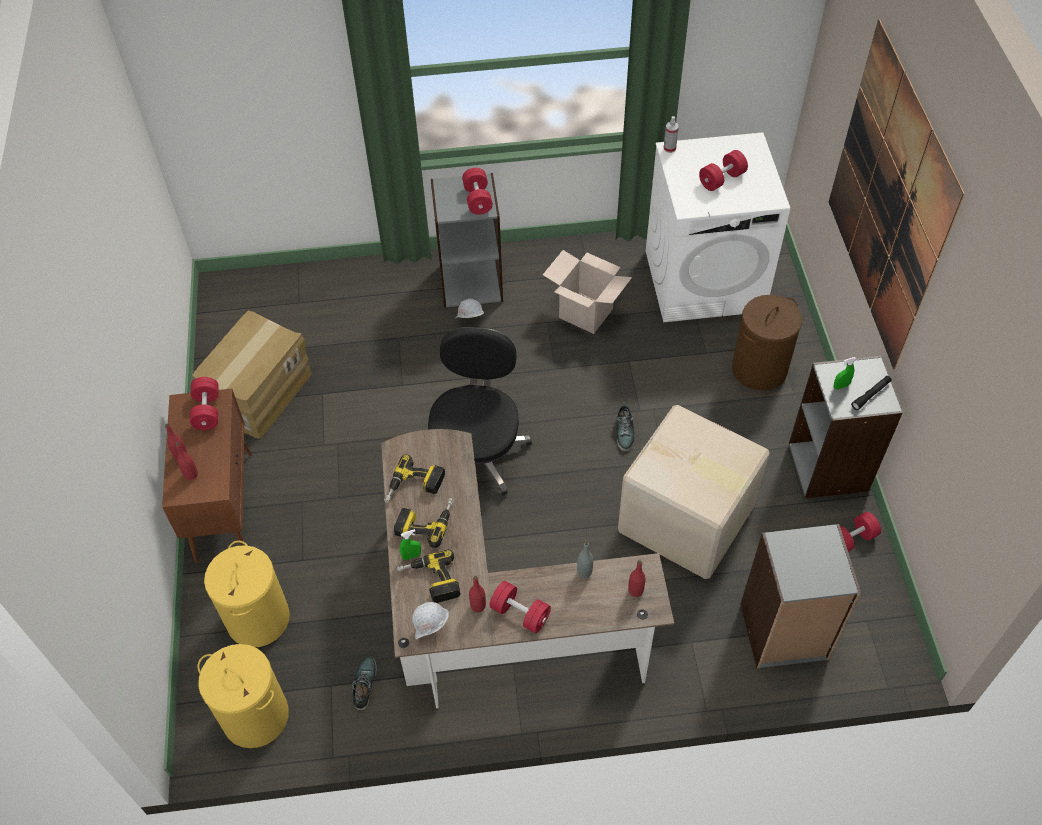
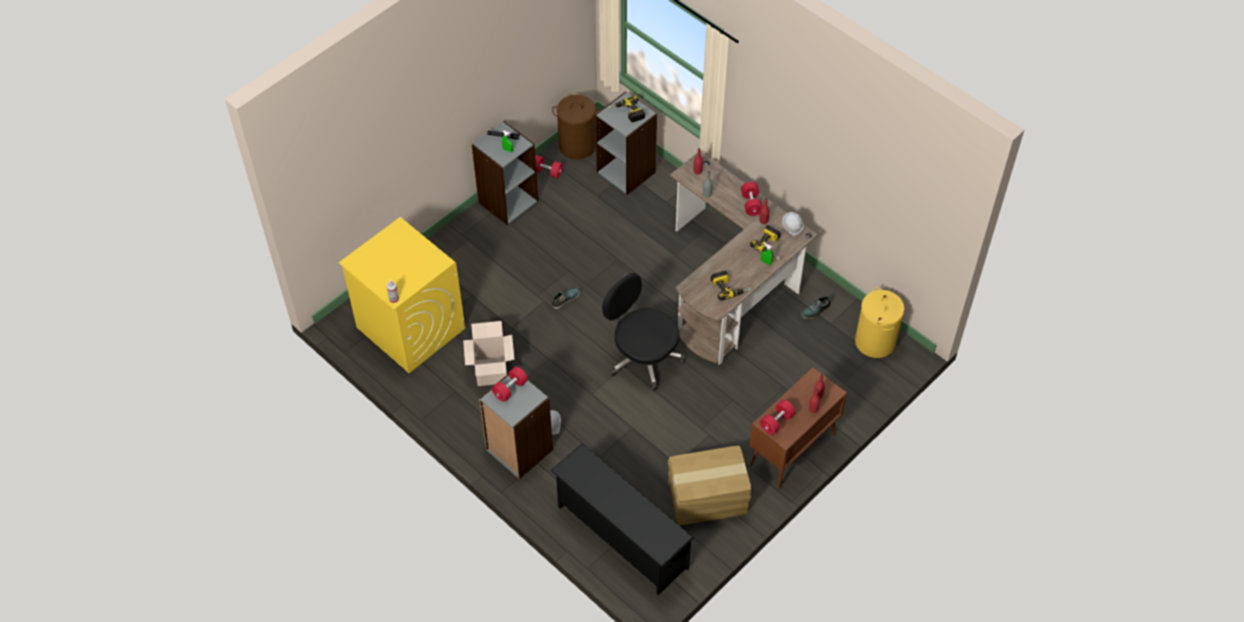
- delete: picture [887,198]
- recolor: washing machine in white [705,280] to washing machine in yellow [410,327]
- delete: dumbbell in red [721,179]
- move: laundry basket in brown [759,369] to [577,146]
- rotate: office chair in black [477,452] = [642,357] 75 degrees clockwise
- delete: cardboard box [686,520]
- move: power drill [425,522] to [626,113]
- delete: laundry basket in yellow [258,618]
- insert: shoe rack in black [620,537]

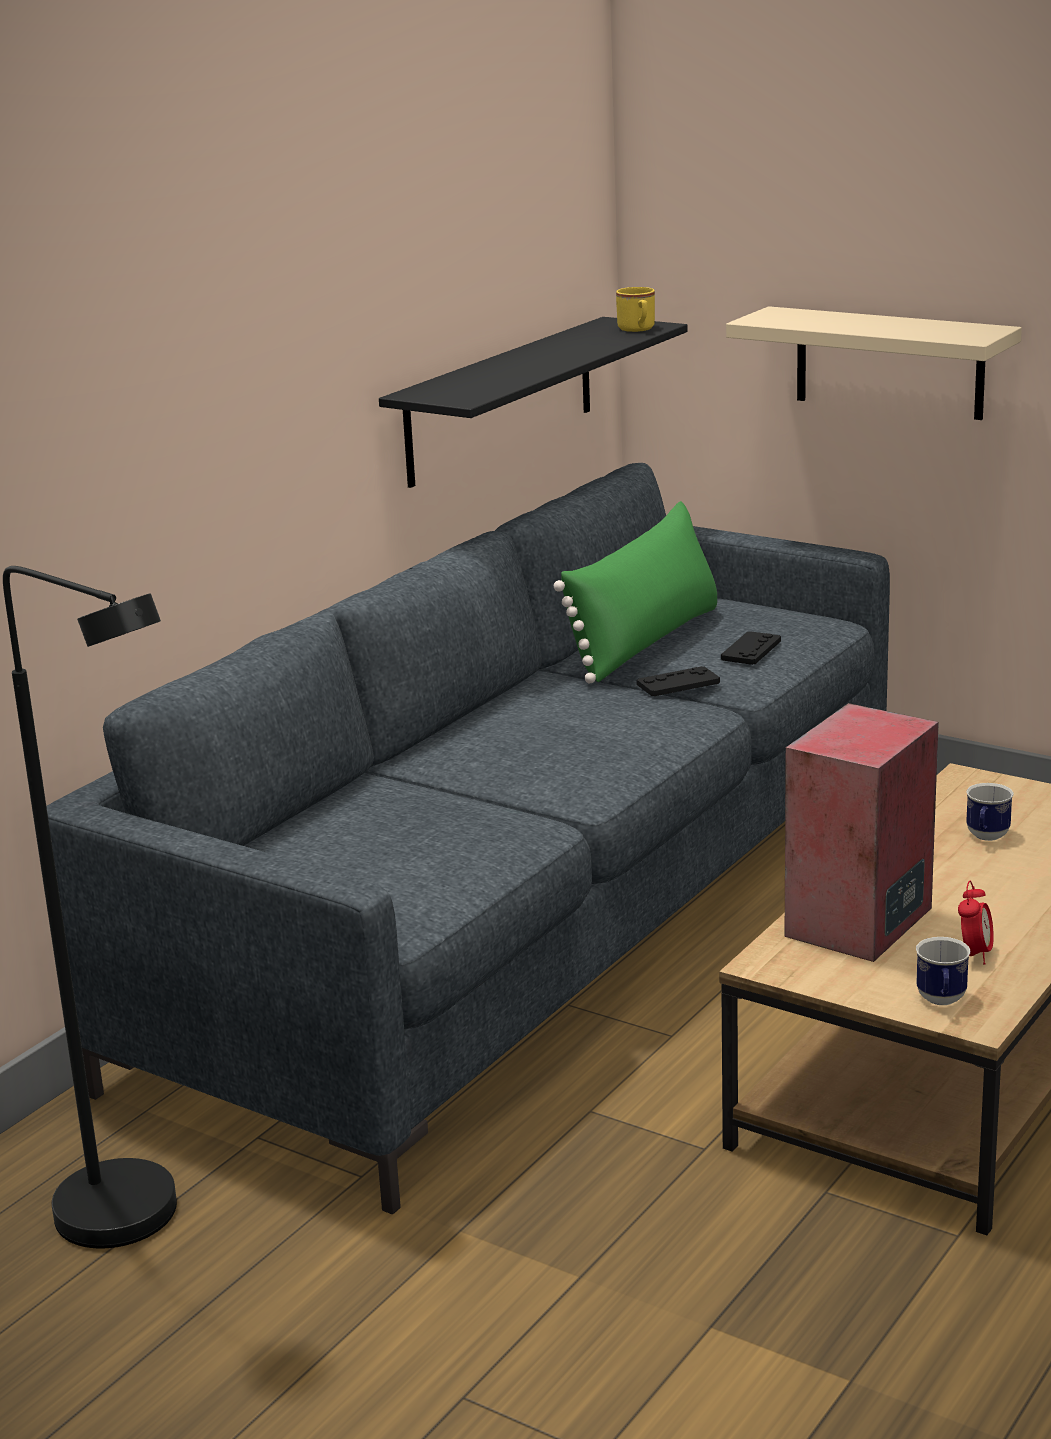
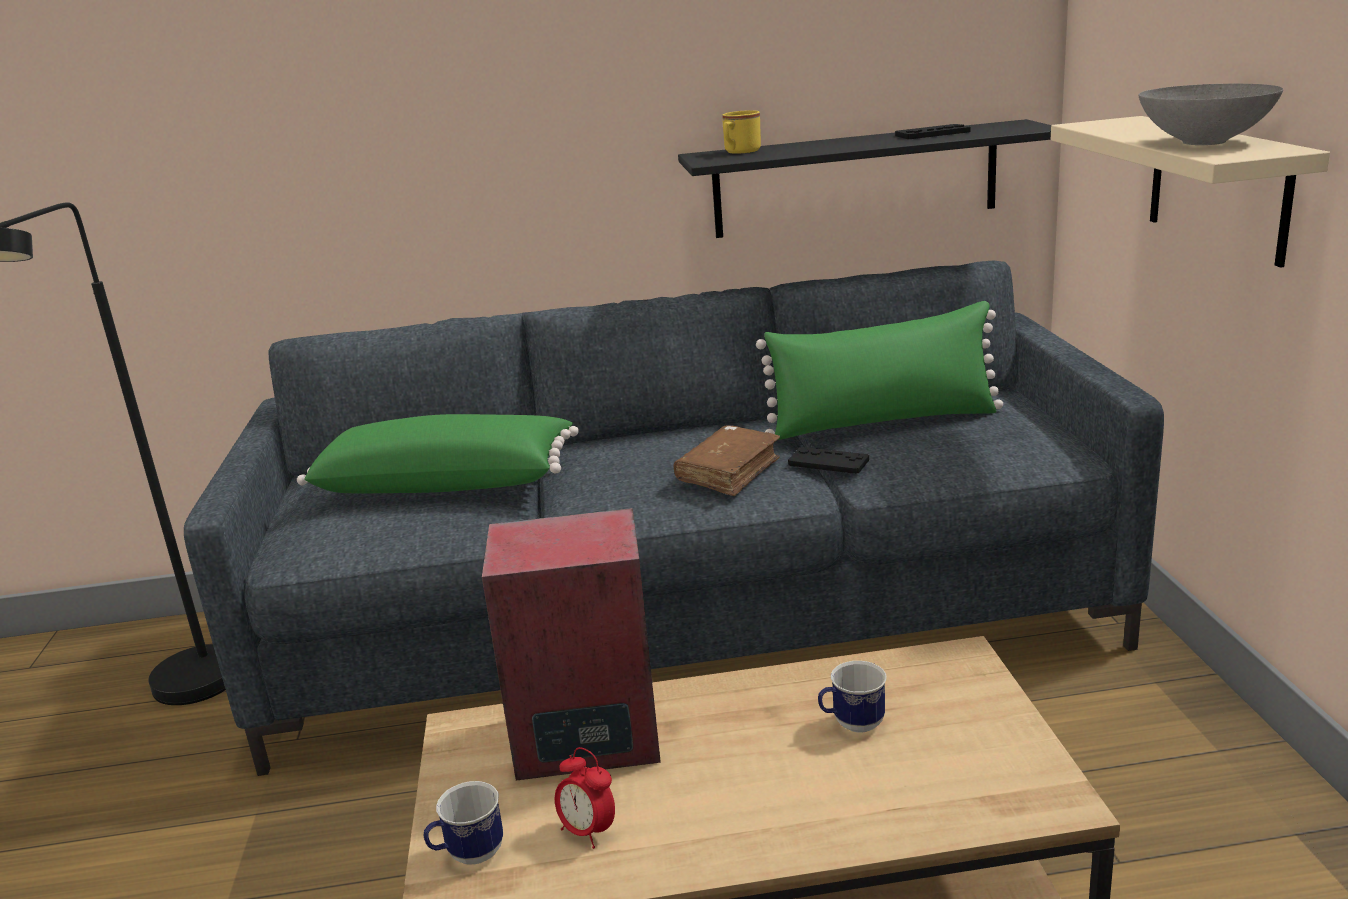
- move: mug in yellow [637,329] to [739,152]
- move: game controller in black [751,650] to [932,134]
- rotate: alarm clock [974,955] = [588,831] 60 degrees clockwise
- insert: bowl in grey [1206,142]
- insert: pillow in green [447,482]
- insert: book in brown [729,472]

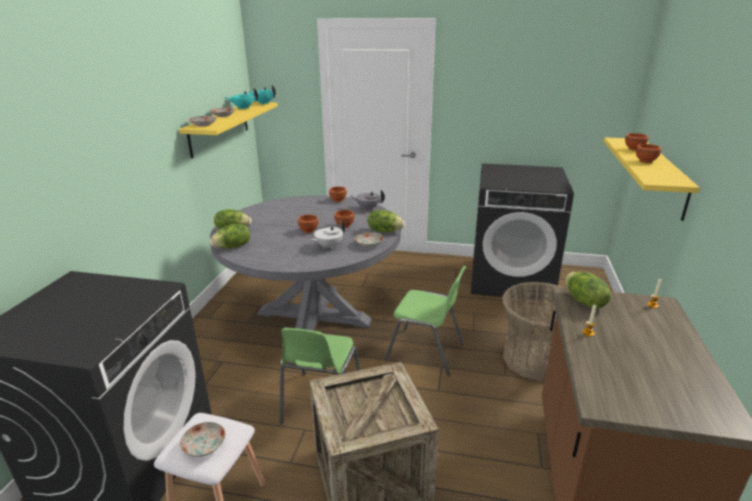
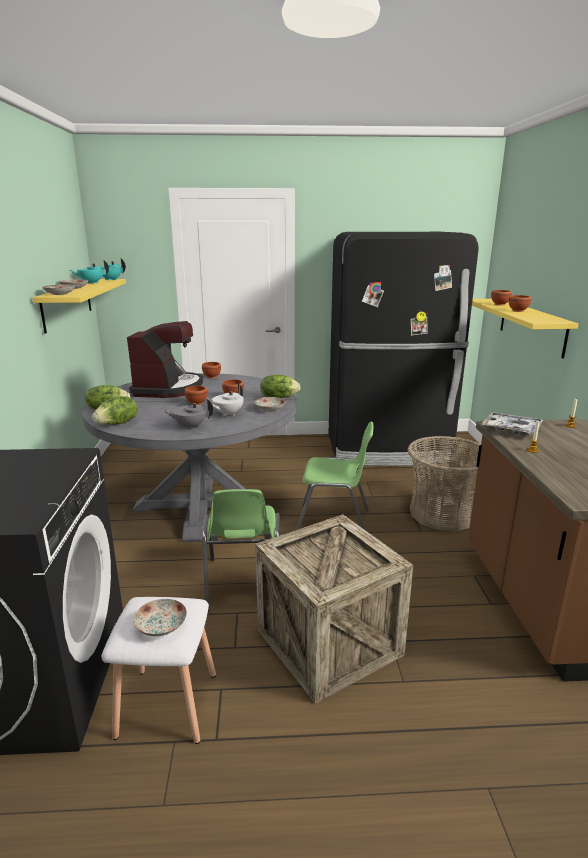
- replace: washing machine in black [511,279] to fridge in black [389,449]
- move: teapot in grey [368,208] to [190,426]
- replace: lettuce [583,302] to tray [511,429]
- insert: coffee machine [168,388]

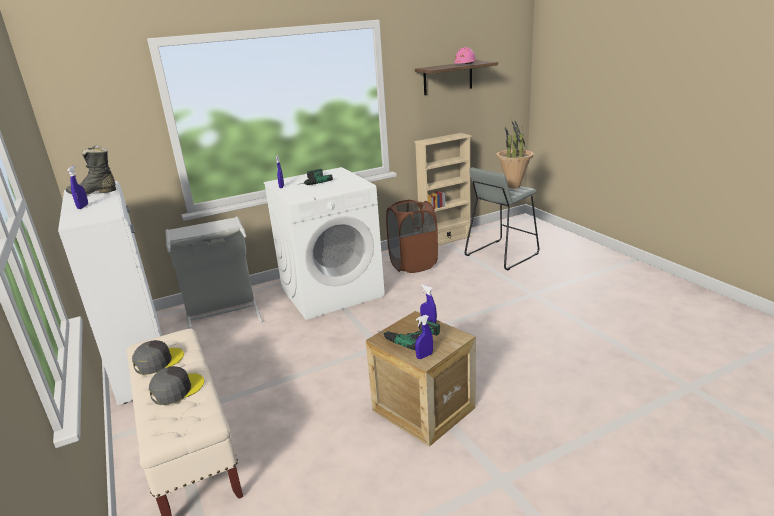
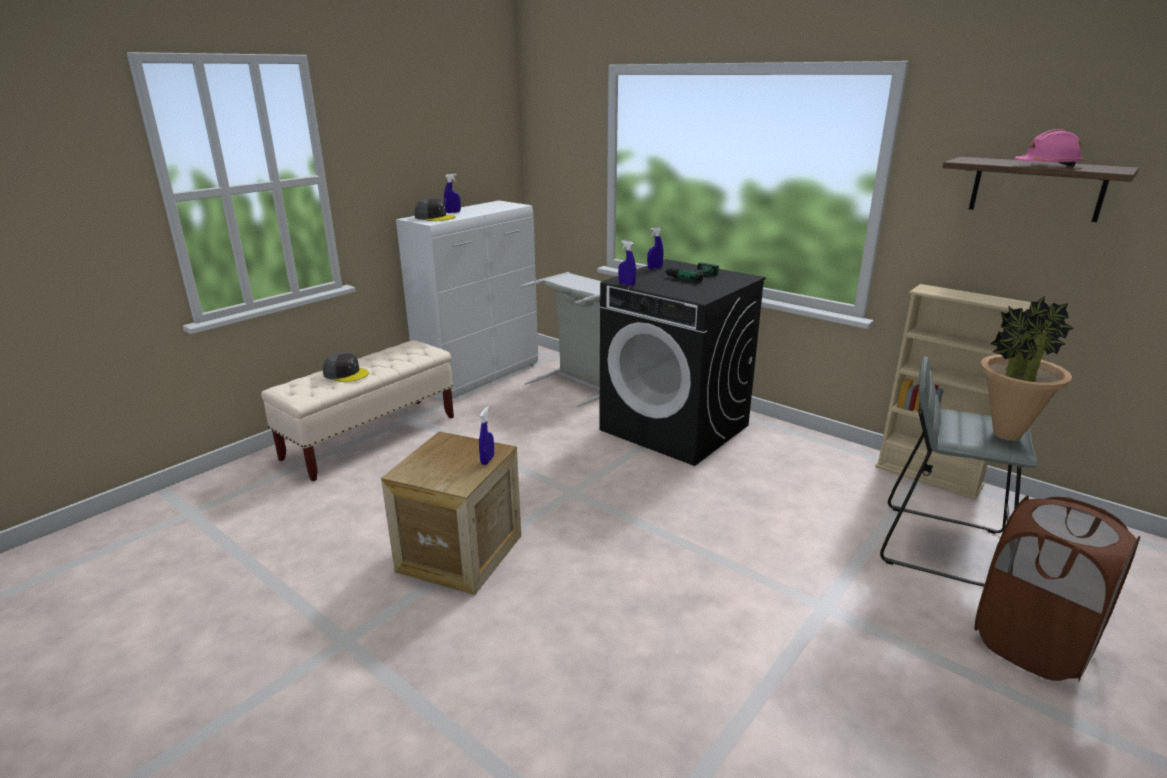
- delete: boot in black [93,192]
- recolor: washing machine in white [332,291] to washing machine in black [675,428]
- move: laundry basket in brown [413,264] to [1033,644]
- move: spray bottle in blue [424,356] to [626,284]
- delete: power drill [407,335]
- move: cap in grey [158,361] to [435,217]

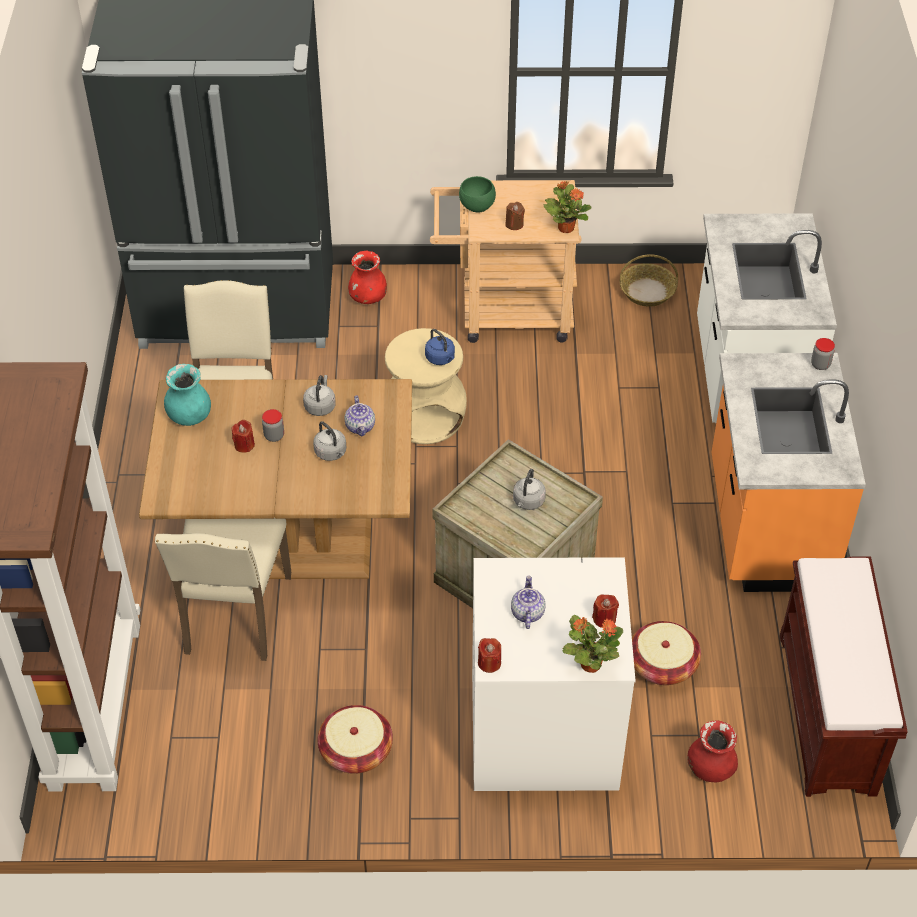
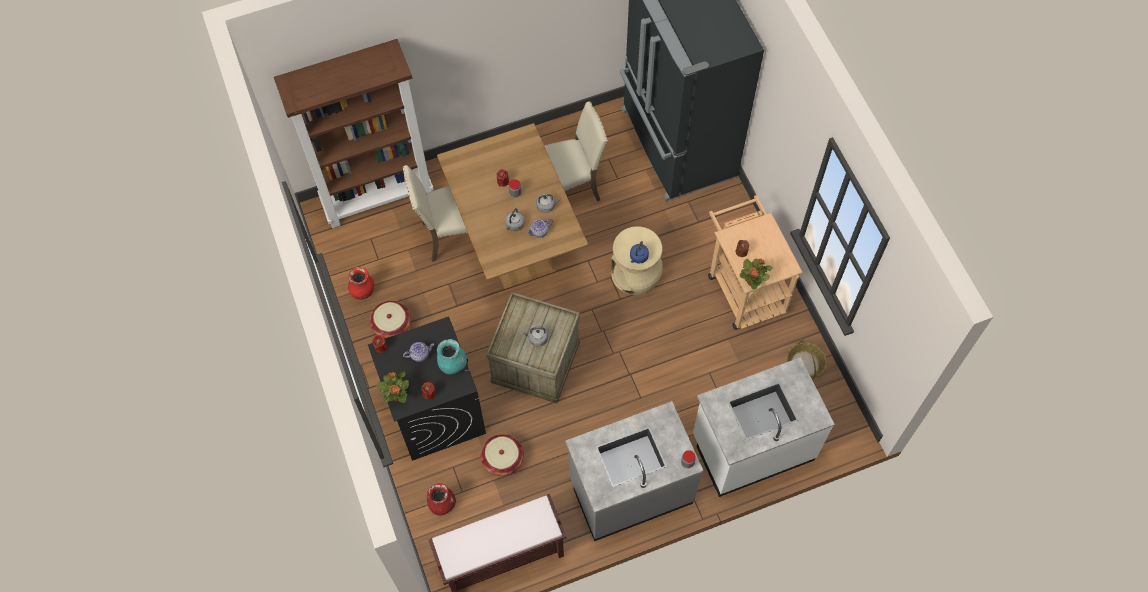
- delete: bowl in green [477,207]
- move: vase in red [368,297] to [363,291]
- recolor: counter in orange [766,526] to counter in grey [630,490]
- move: vase in turquoise [189,416] to [452,364]
- recolor: washing machine in white [542,732] to washing machine in black [435,410]

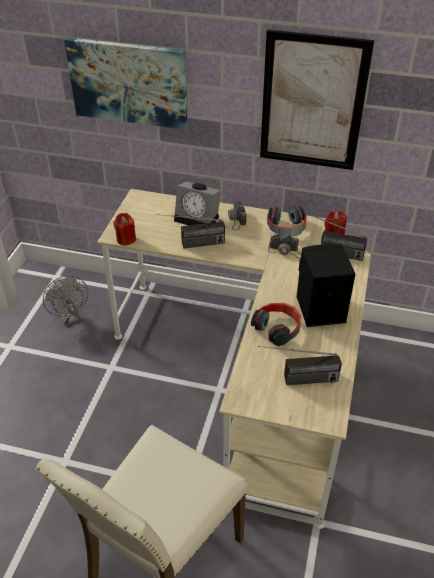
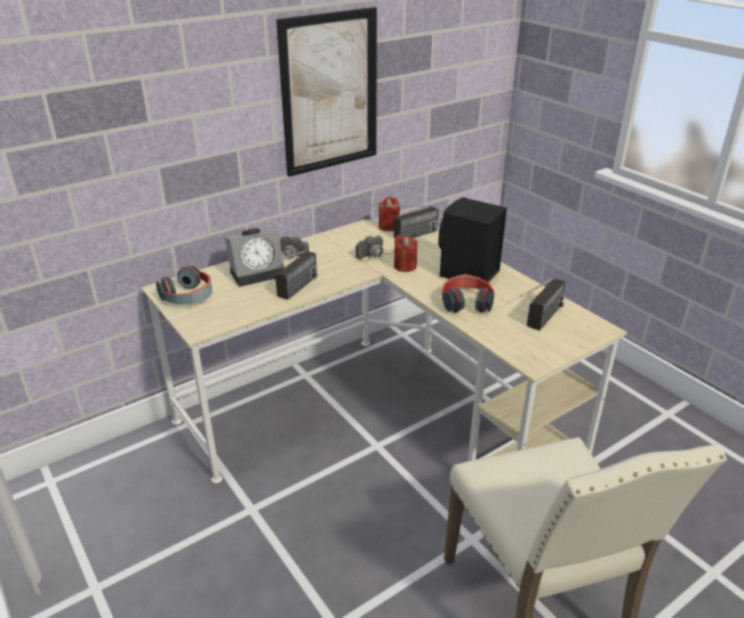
- delete: picture [128,82]
- move: headphones [286,228] to [188,297]
- move: candle in red [126,239] to [405,266]
- delete: fan in grey [70,318]

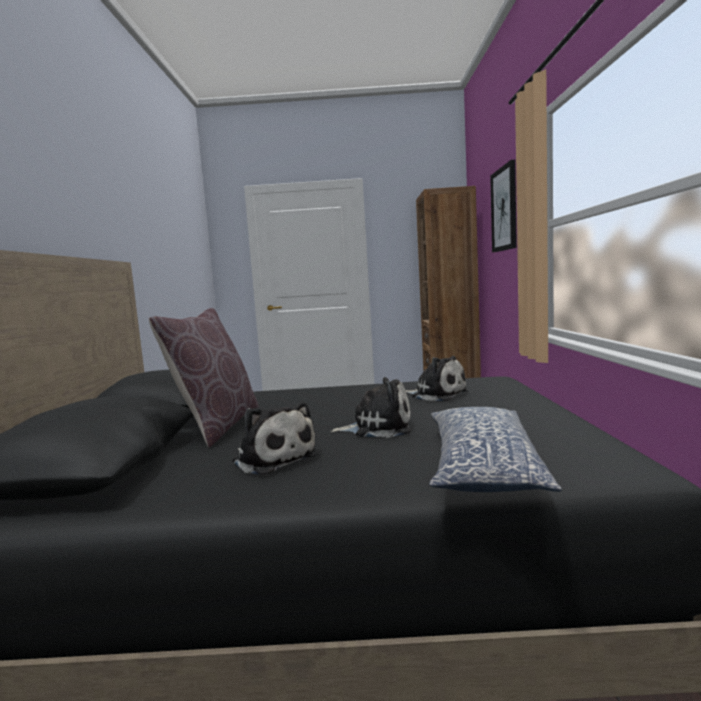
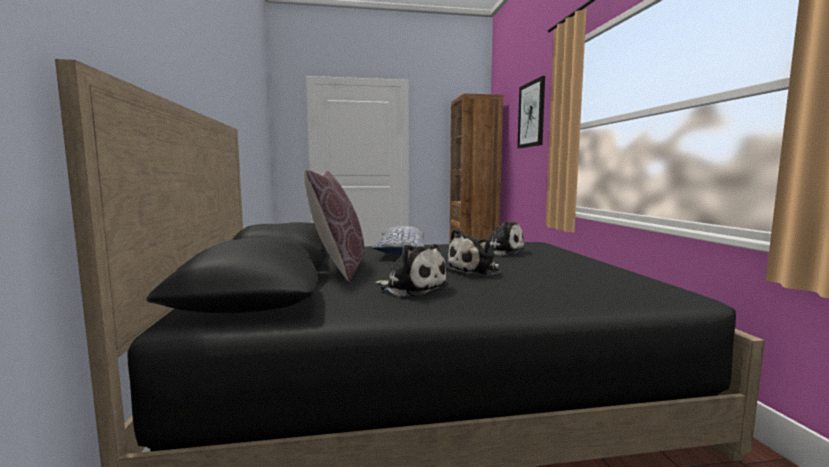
- rotate: plush toy [378,428] = [476,270] 150 degrees clockwise
- move: pillow [481,466] to [400,251]

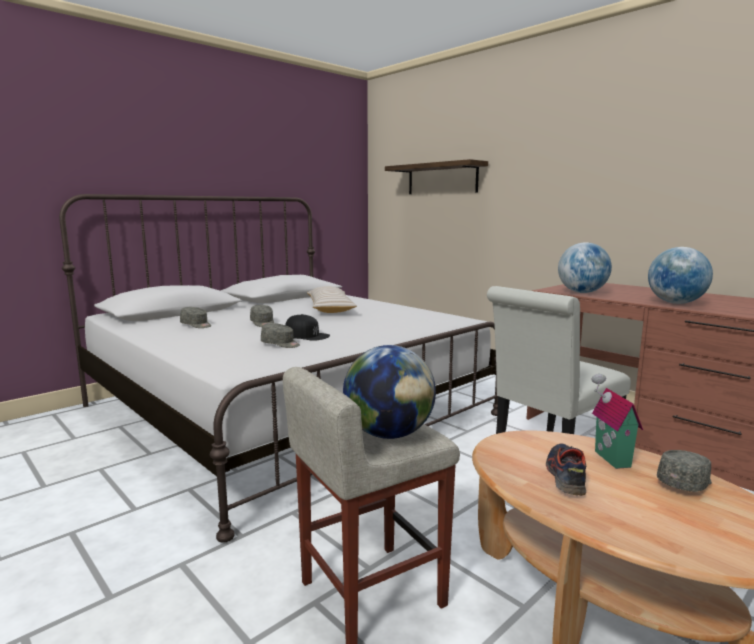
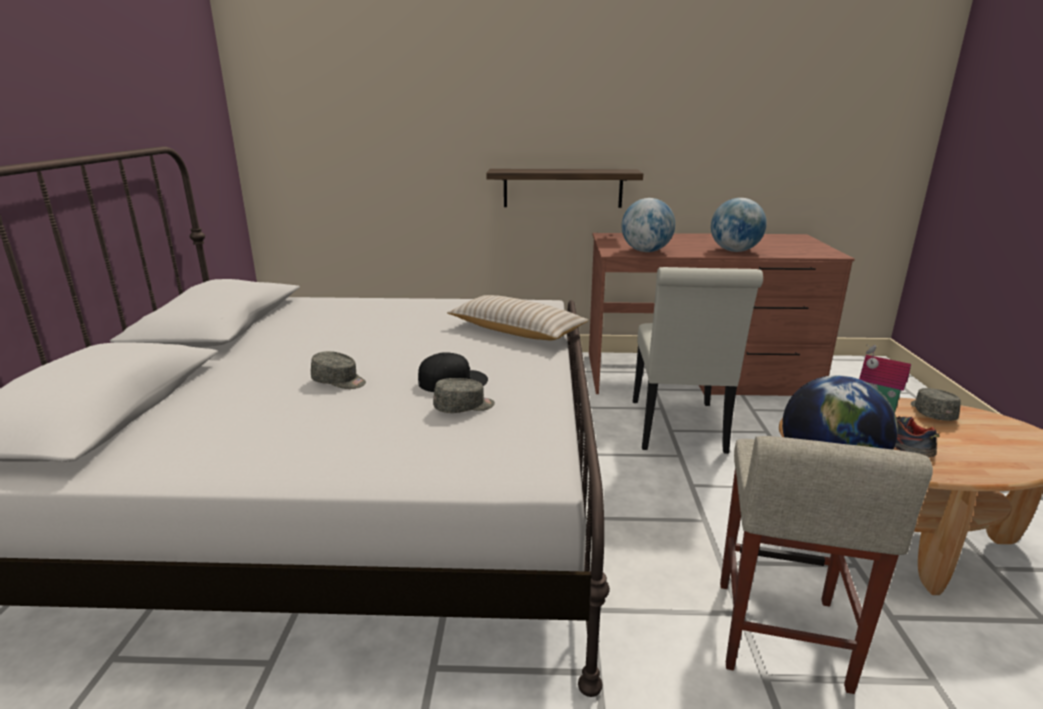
- move: shelf [442,179] to [563,188]
- move: pillow in beige [330,309] to [517,331]
- delete: cap in grey [196,325]

